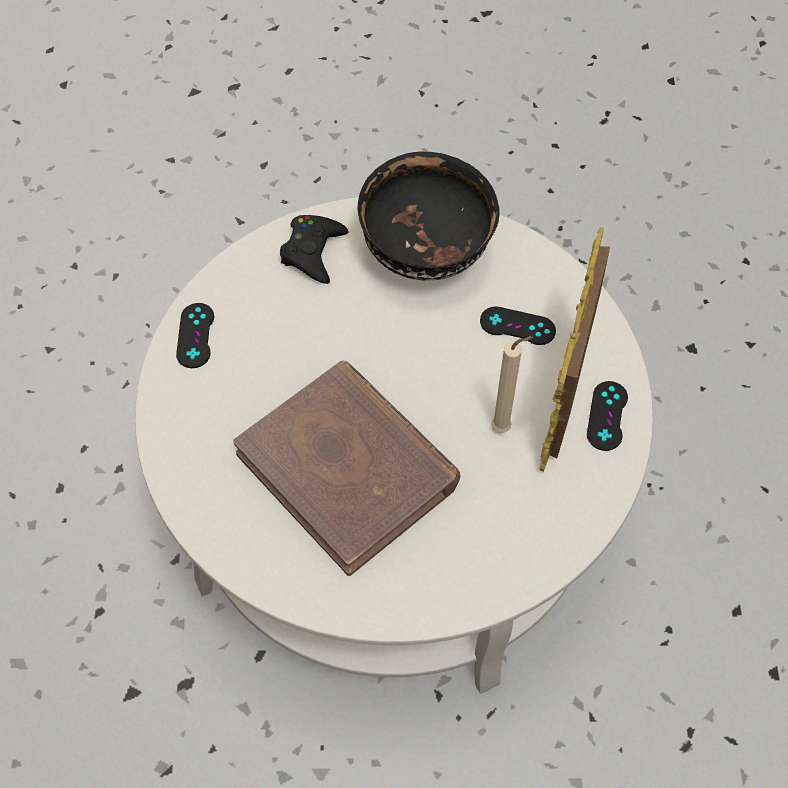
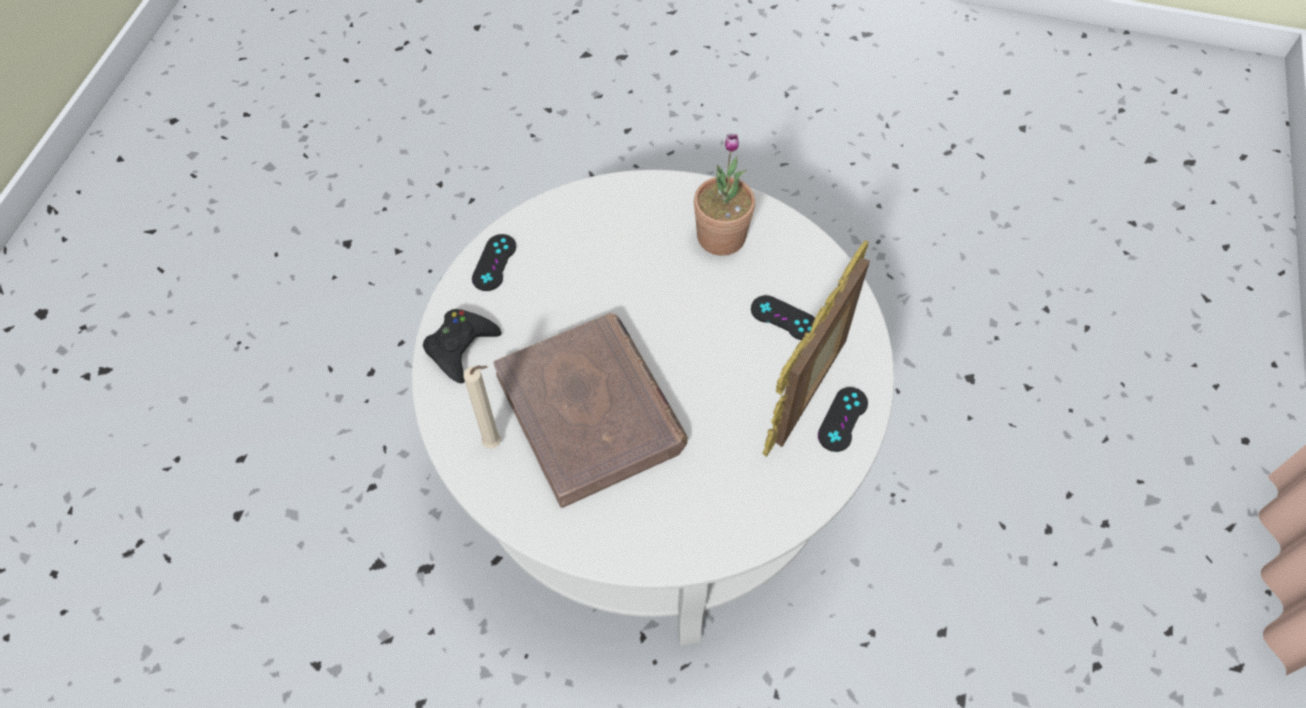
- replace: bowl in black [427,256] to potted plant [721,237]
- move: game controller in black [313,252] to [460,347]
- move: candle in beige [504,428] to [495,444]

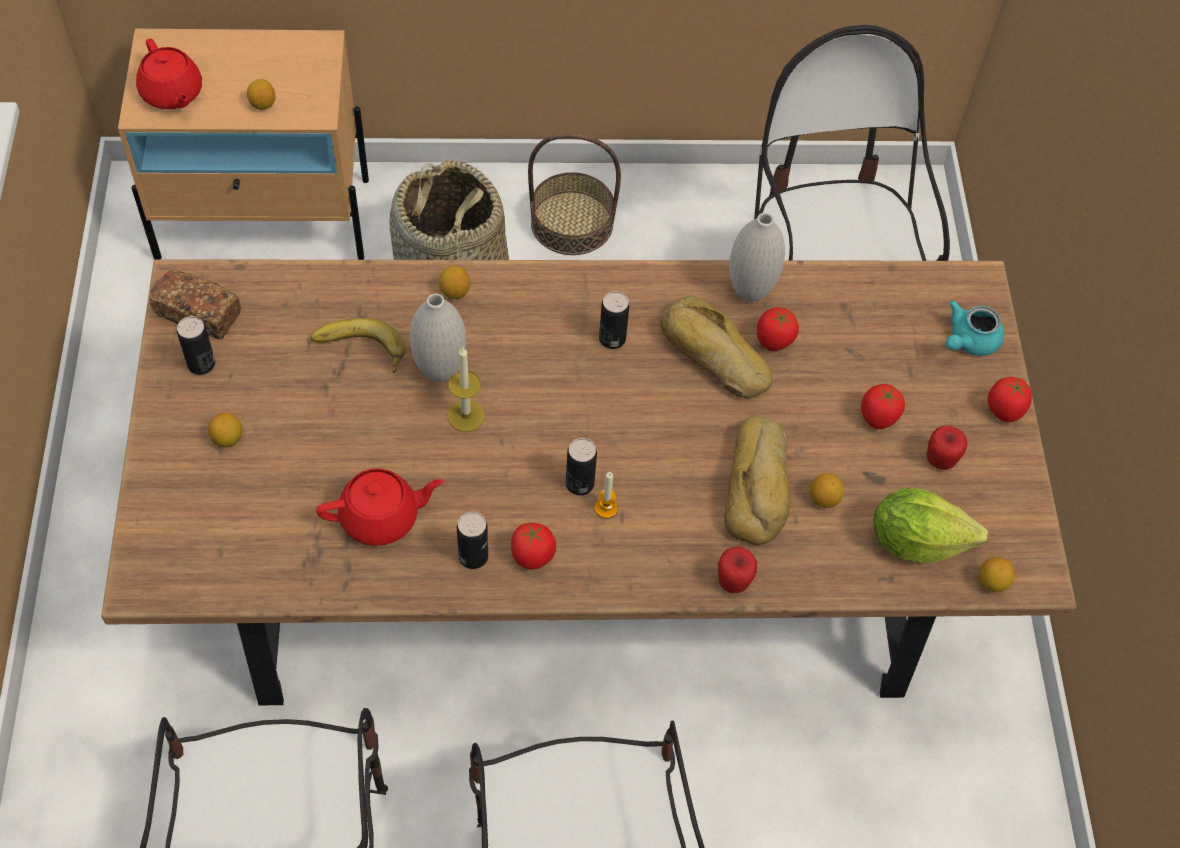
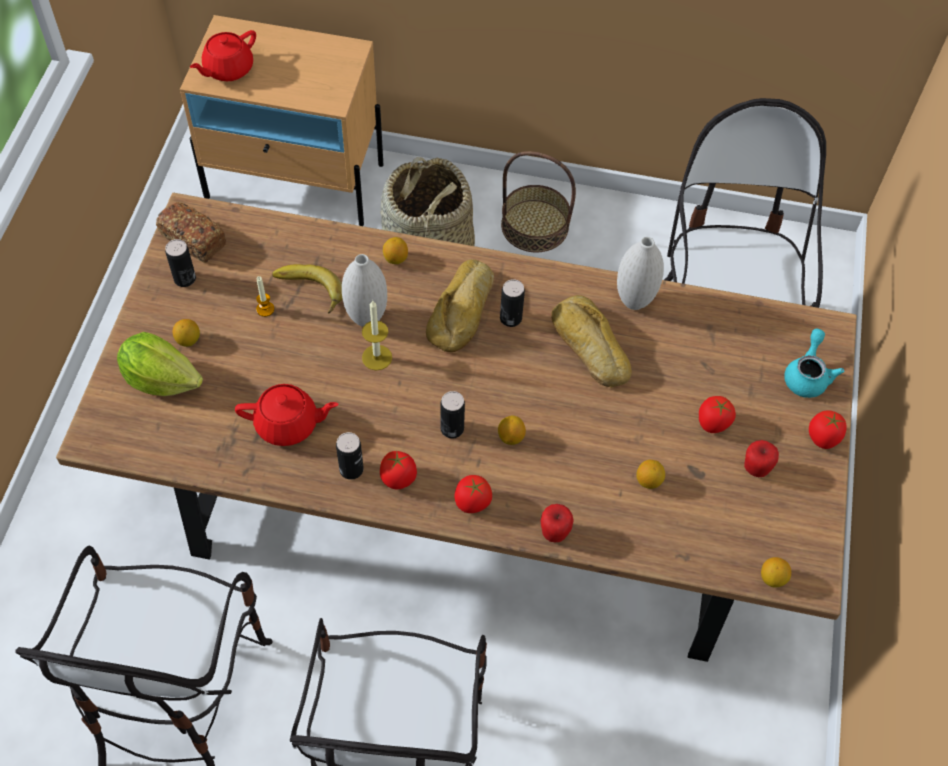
- rotate: teapot in red [172,94] = [227,69] 60 degrees clockwise
- move: lemon [262,104] to [510,437]
- rotate: teapot in turquoise [968,341] = [807,375] 135 degrees clockwise
- move: tomato [774,341] to [472,502]
- move: bread [758,485] to [464,311]
- move: candle [606,508] to [265,309]
- move: lettuce [916,540] to [161,379]

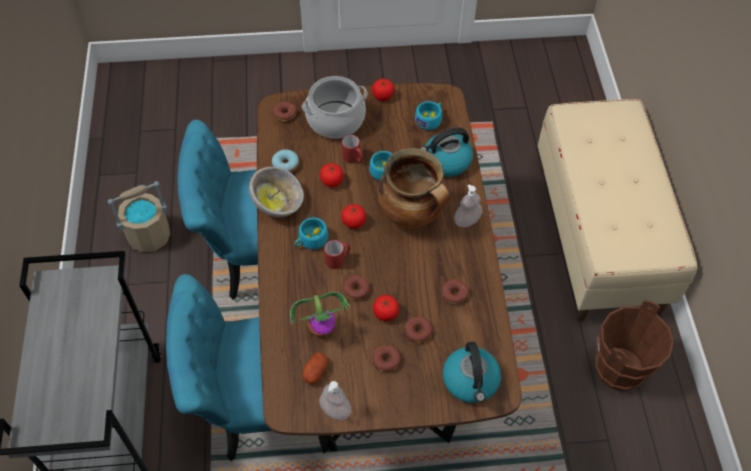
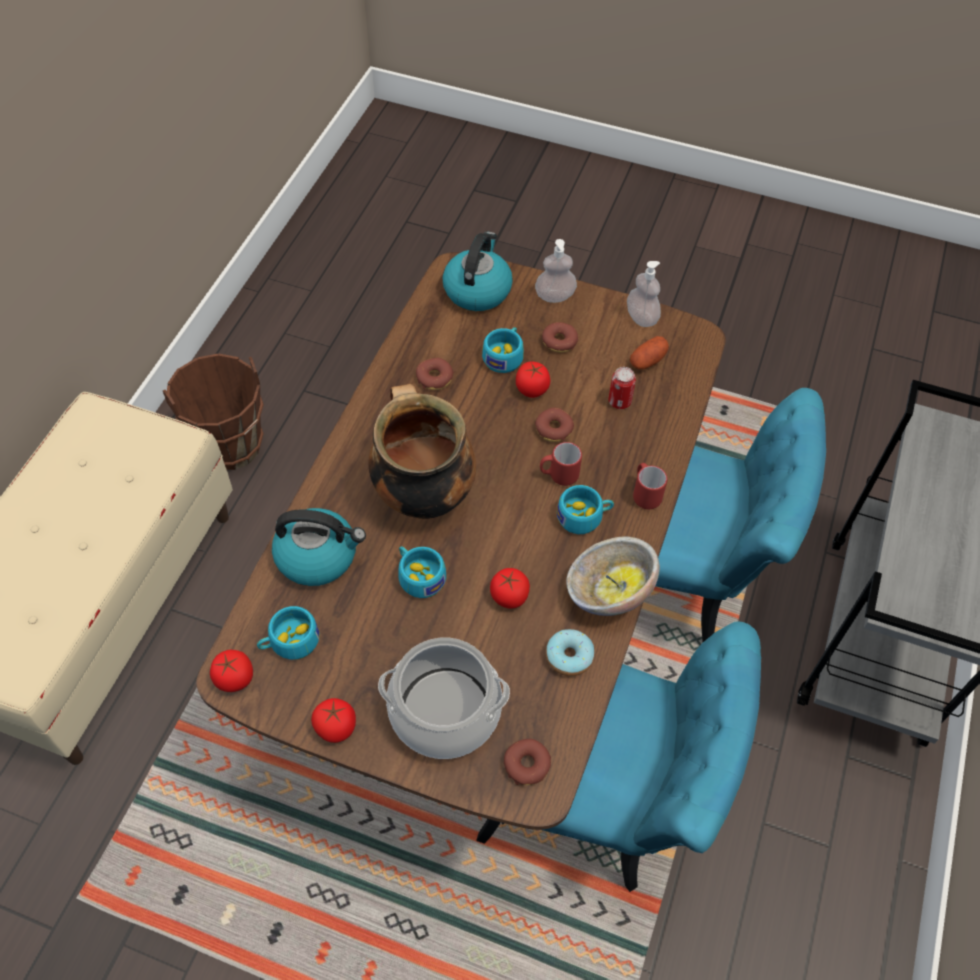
- move: mug in red [353,158] to [645,494]
- delete: bucket in beige [149,235]
- move: soap dispenser [467,221] to [555,296]
- move: tomato [354,222] to [234,678]
- replace: potted plant [322,329] to can [619,401]
- replace: donut [418,331] to cup in turquoise [504,356]

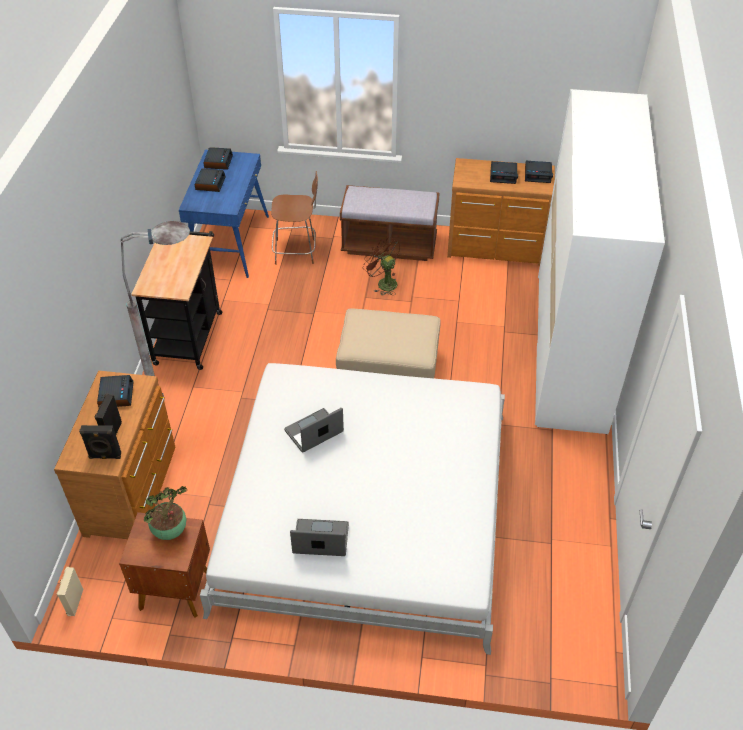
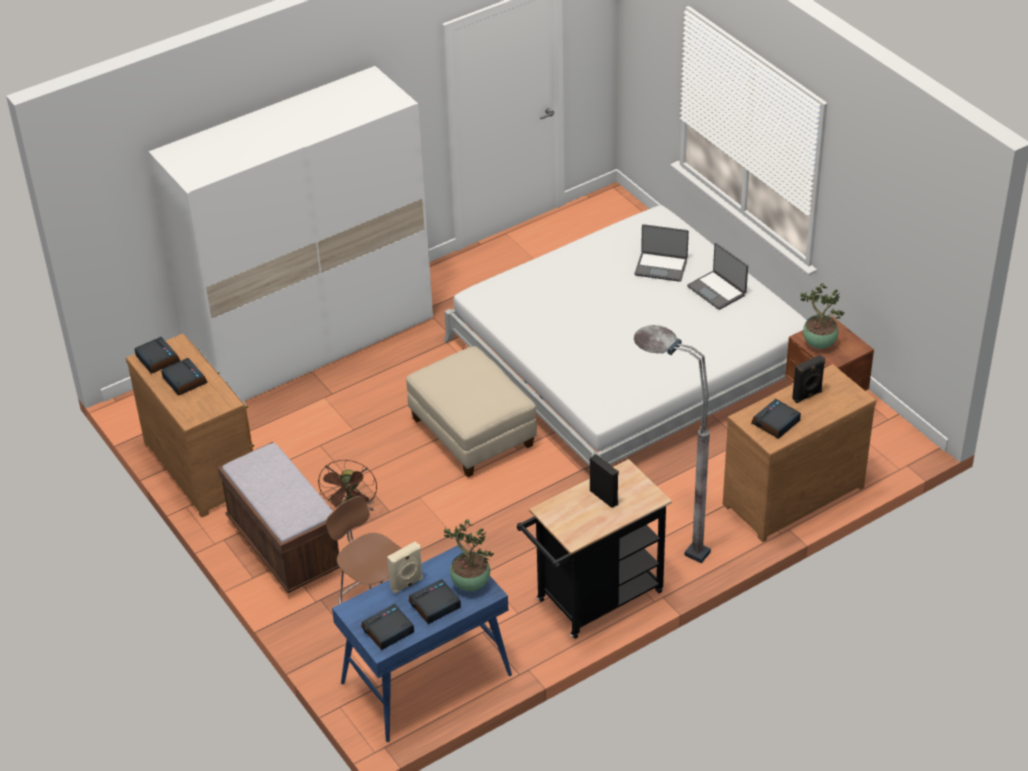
- move: laptop [314,432] to [661,267]
- move: speaker in black [105,456] to [604,497]
- move: speaker in beige [74,602] to [407,584]
- insert: potted plant [469,584]

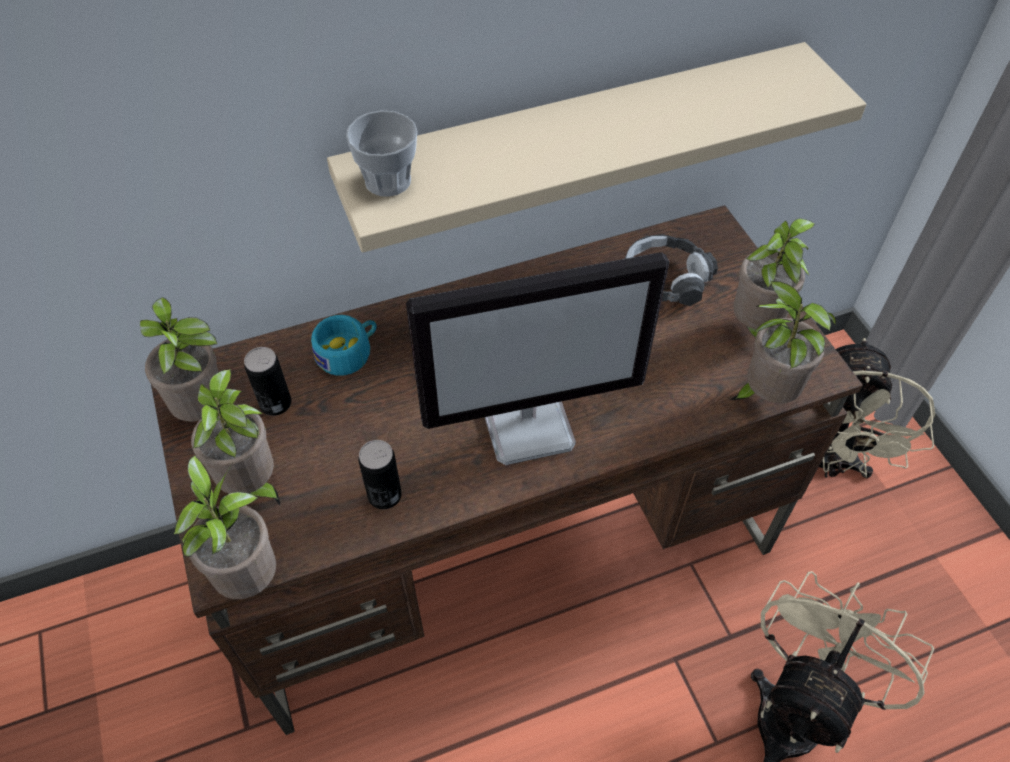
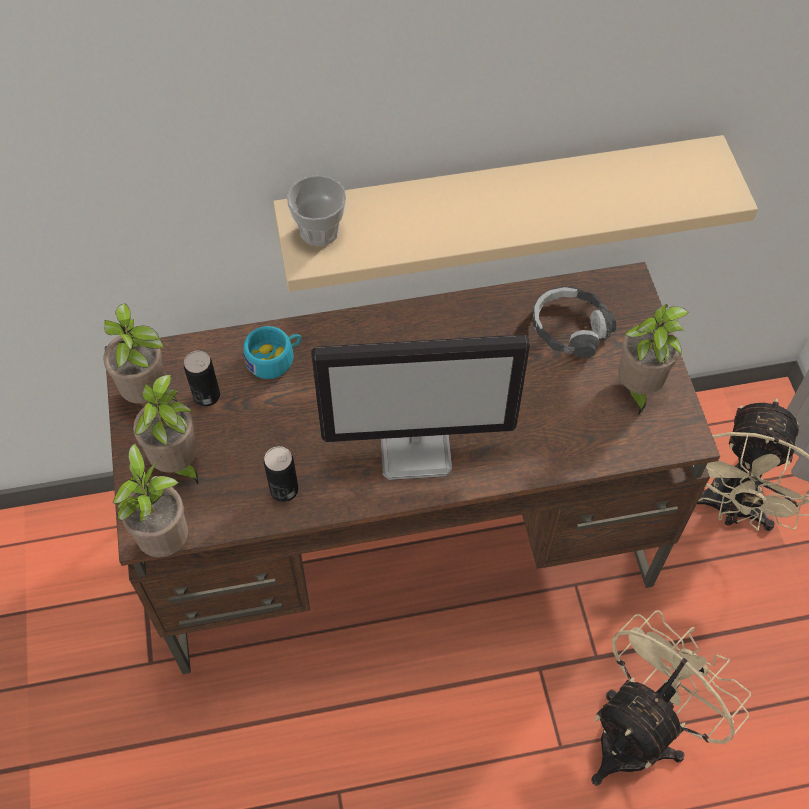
- delete: potted plant [764,395]

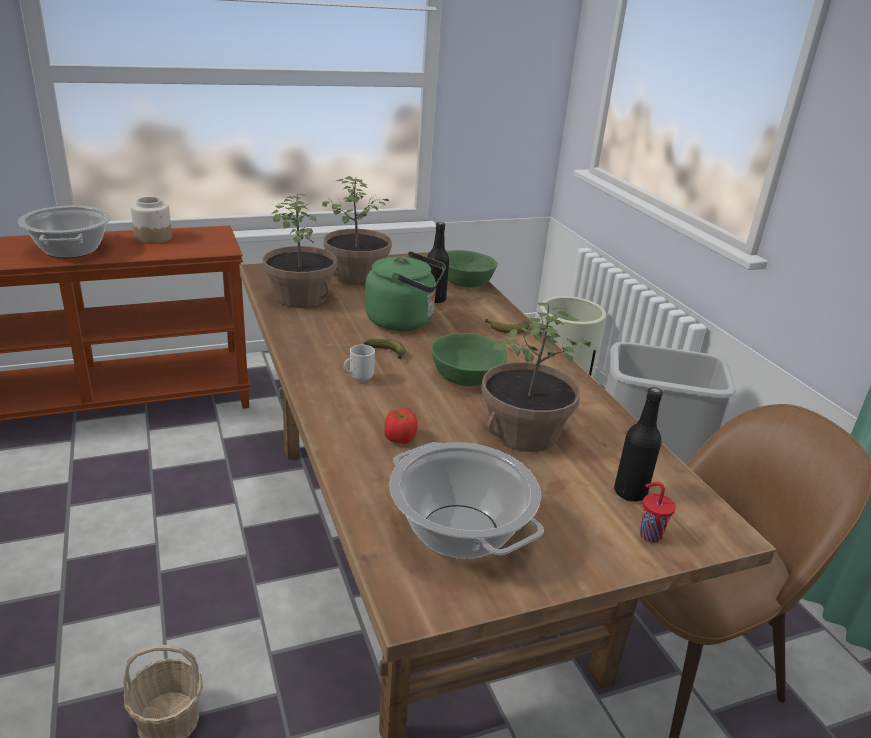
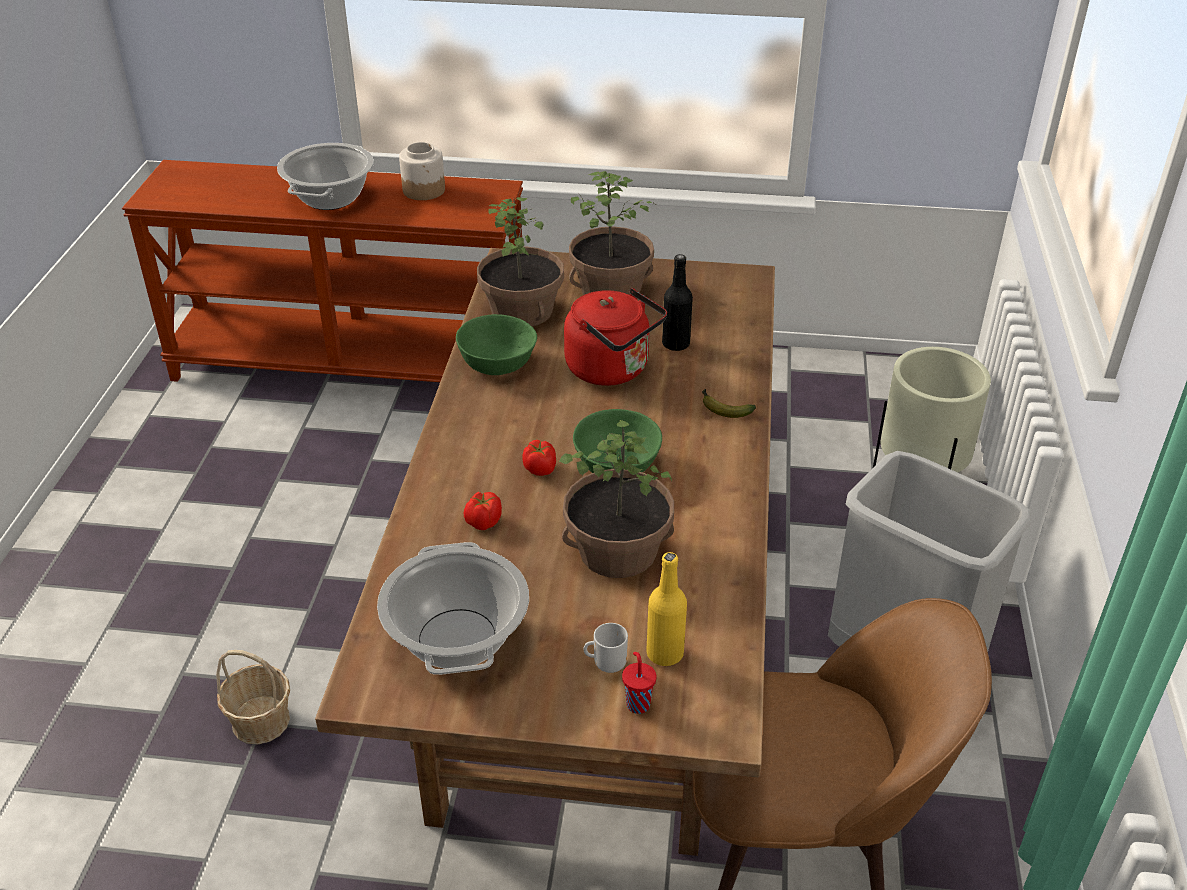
- move: bowl in green [465,282] to [497,363]
- recolor: kettle in green [404,321] to kettle in red [612,370]
- delete: banana [388,354]
- move: mug [359,378] to [607,664]
- recolor: bottle in black [630,492] to bottle in yellow [665,653]
- insert: tomato [540,469]

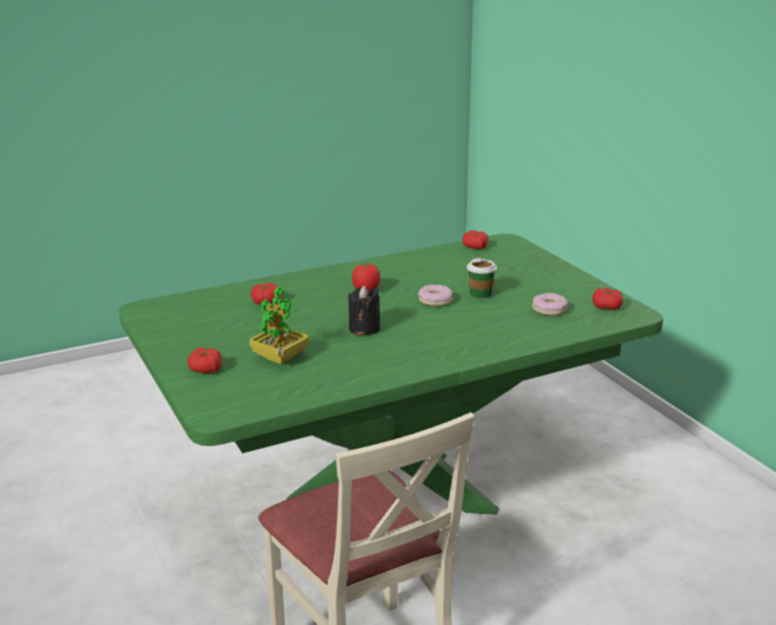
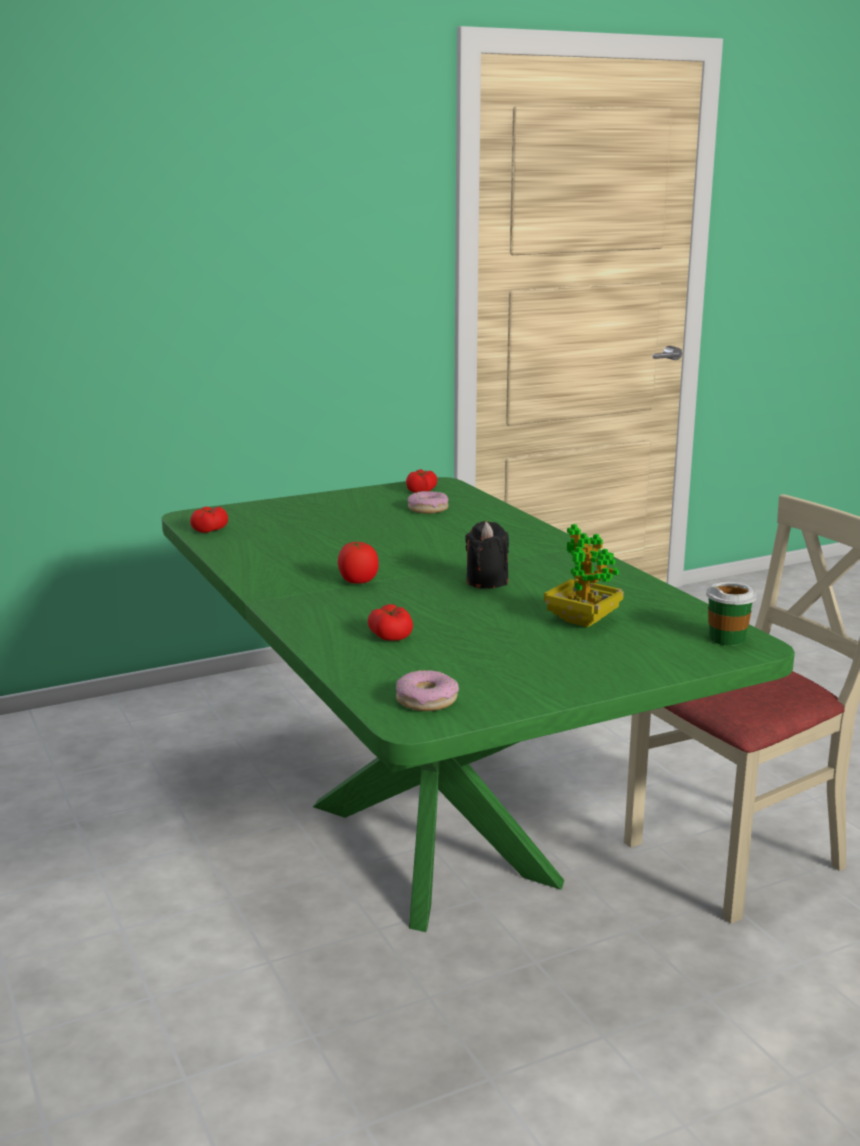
- move: cup [480,294] to [727,638]
- move: donut [435,301] to [426,700]
- delete: tomato [205,369]

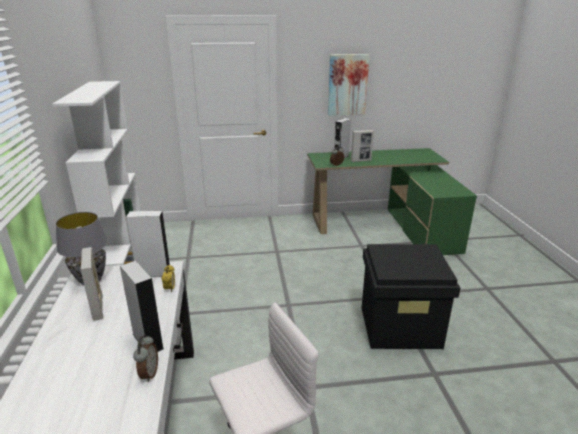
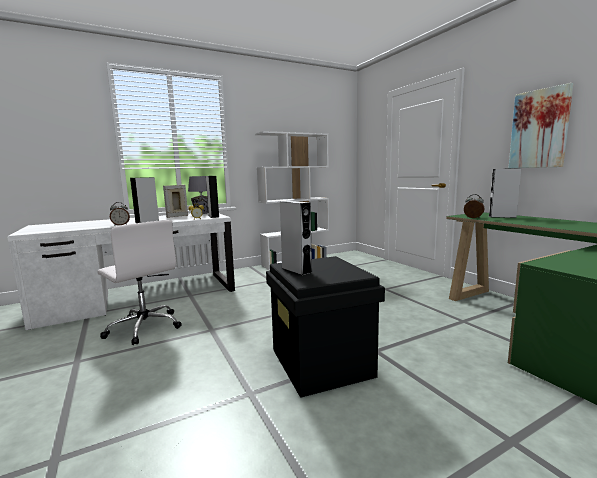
- delete: picture frame [361,161]
- insert: speaker in grey [296,270]

